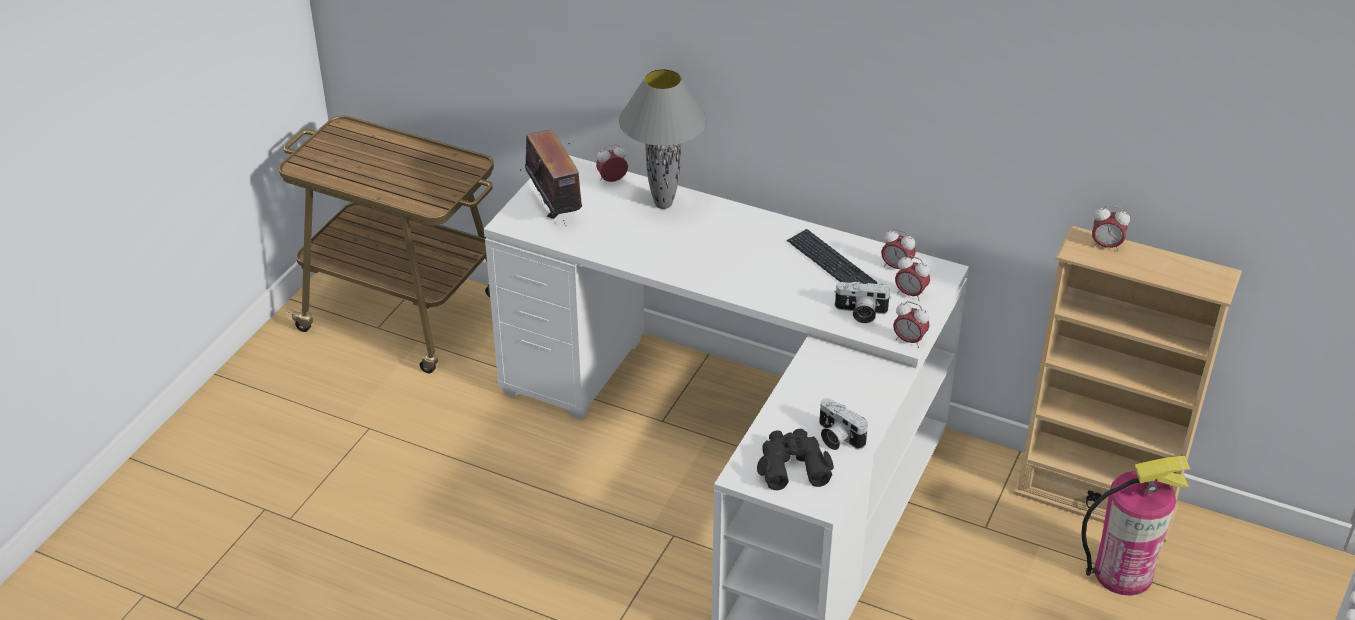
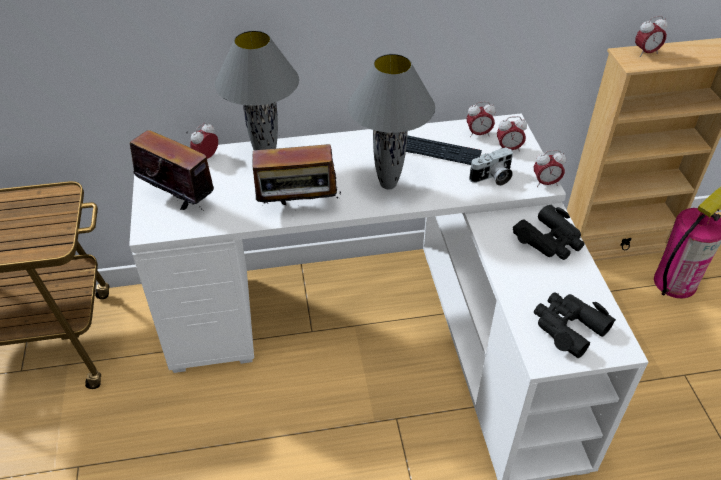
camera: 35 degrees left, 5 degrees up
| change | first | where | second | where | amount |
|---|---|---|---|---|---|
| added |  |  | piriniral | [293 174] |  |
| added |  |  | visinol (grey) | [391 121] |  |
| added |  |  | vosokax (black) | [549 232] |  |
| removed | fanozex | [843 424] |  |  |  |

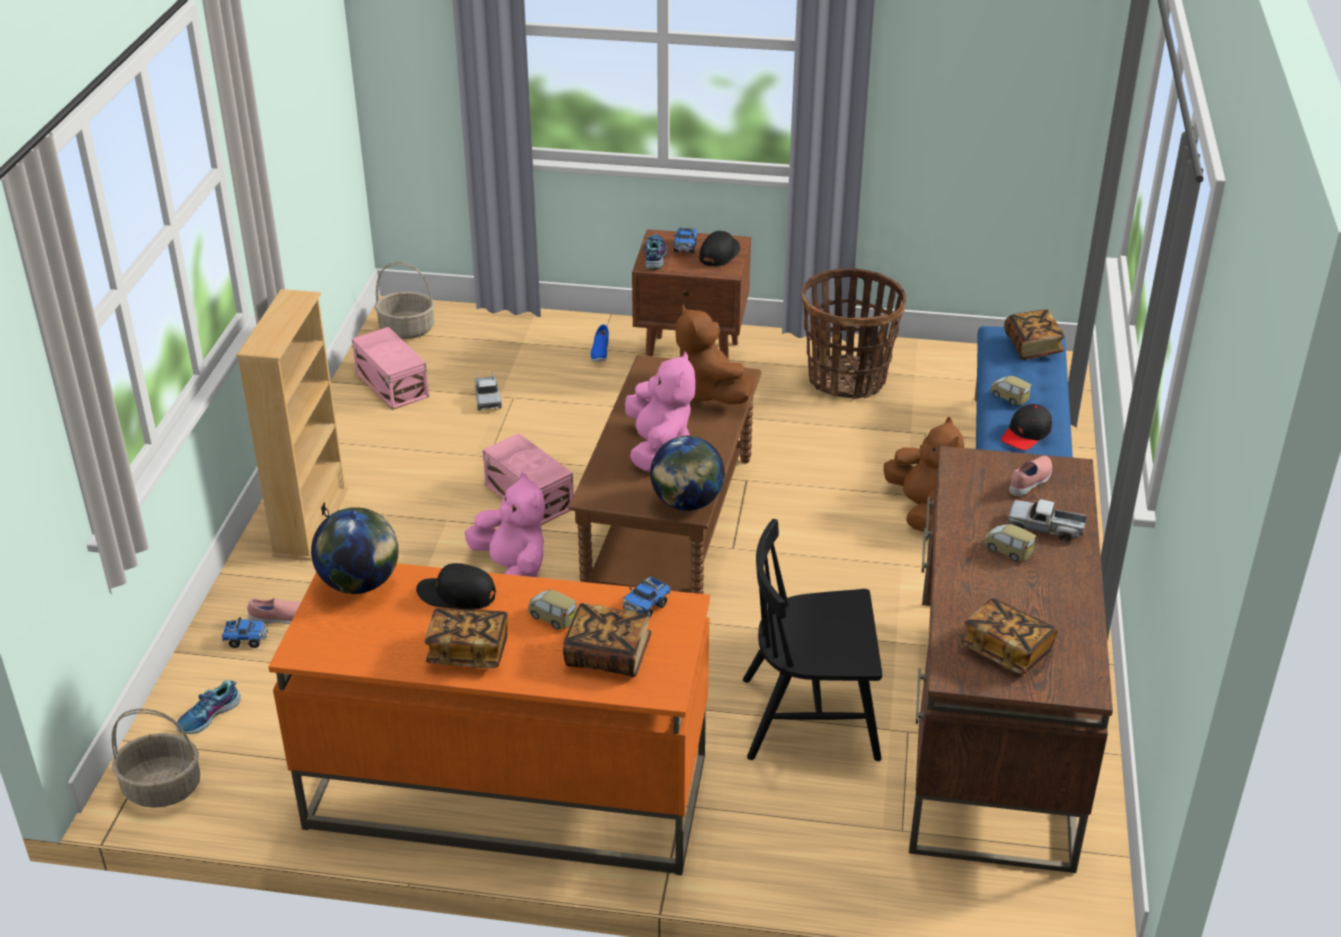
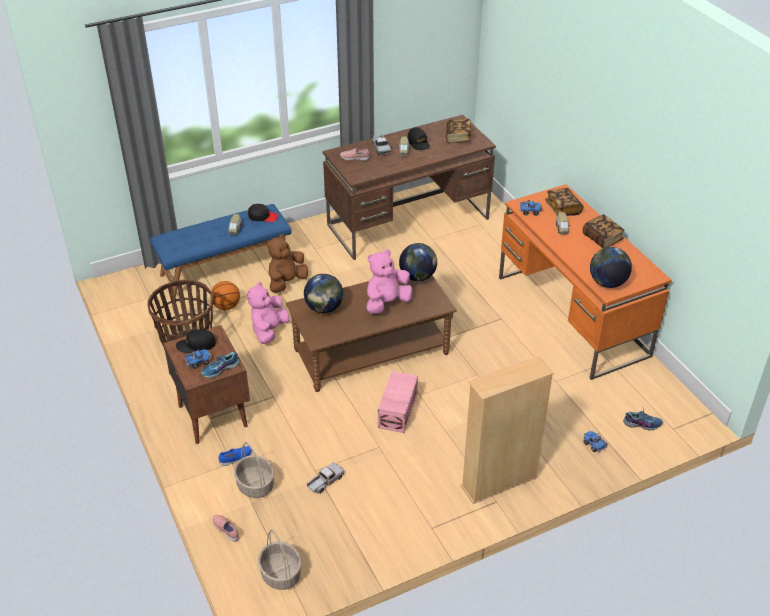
camera: 125 degrees left, 5 degrees up
| change | first | where | second | where | amount |
|---|---|---|---|---|---|
| added |  |  | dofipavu | [225 295] |  |
| moved | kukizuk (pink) | [274 611] |  | [226 528] |  |
| moved | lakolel | [156 758] |  | [254 470] |  |
| moved | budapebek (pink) | [504 524] |  | [268 313] |  |
| replaced | budapebek (brown) | [714 354] | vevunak | [323 293] |  |
| moved | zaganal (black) | [456 586] |  | [419 138] |  |
| removed | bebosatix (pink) | [390 368] |  |  |  |
| removed | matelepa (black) | [812 640] |  |  |  |
| removed | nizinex | [1034 334] |  |  |  |

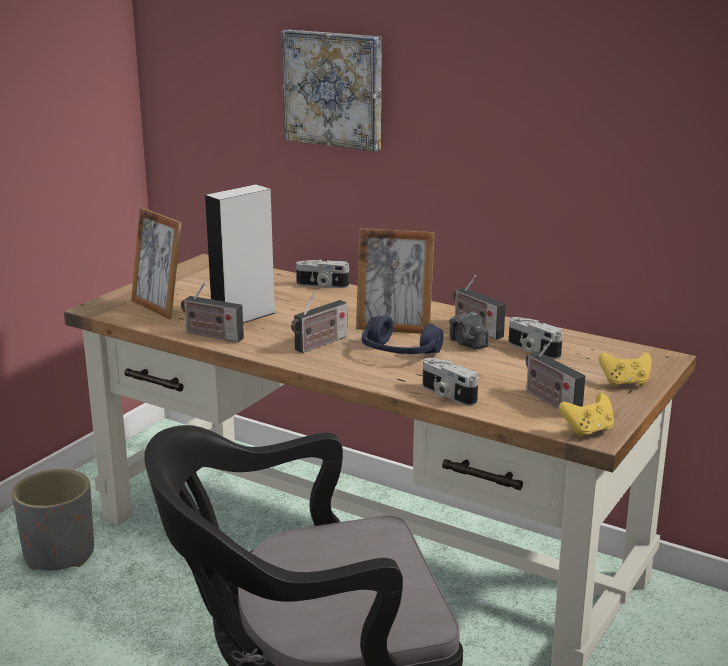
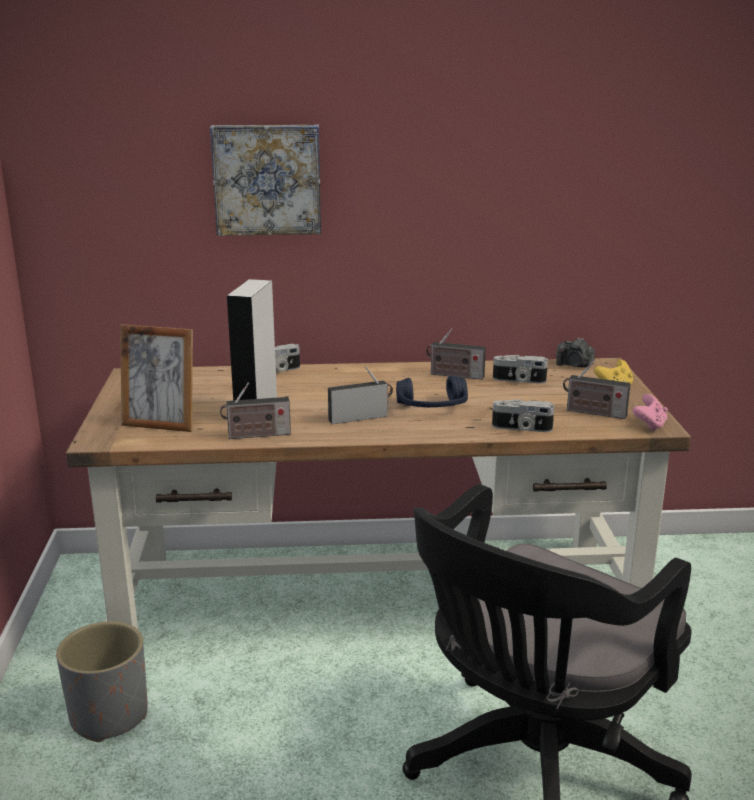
camera: 35 degrees left, 0 degrees up
| change | first | where | second | where | amount |
|---|---|---|---|---|---|
| turned | piriniral | [319 322] |  | [360 395] | 120 degrees counterclockwise |
| moved | fanozex | [469 330] |  | [575 352] |  |
| recoloured | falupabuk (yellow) | [586 415] | falupabuk (pink) | [650 412] |  |
| removed | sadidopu | [395 281] |  |  |  |

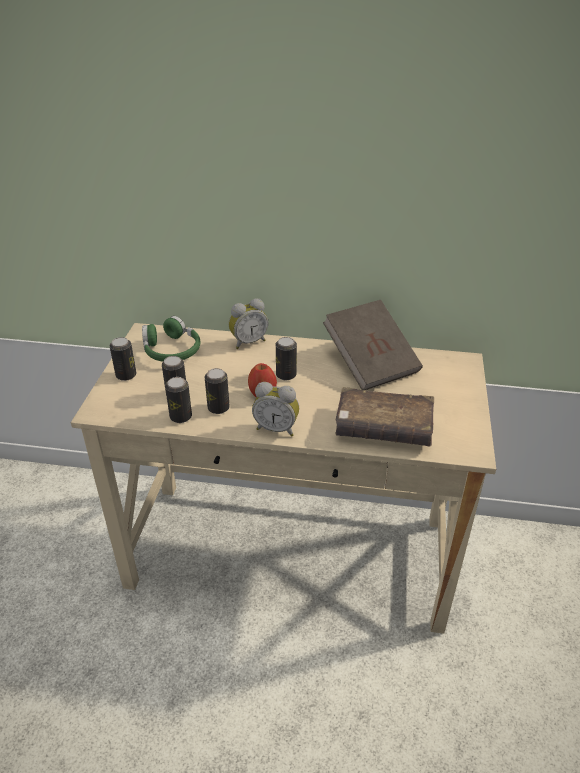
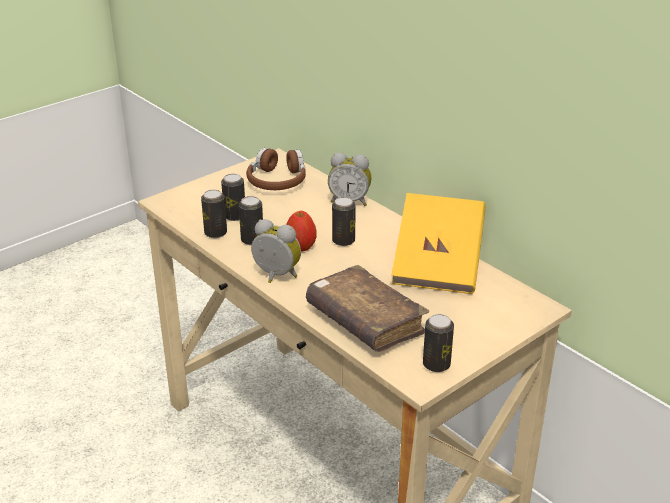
camera: 40 degrees right, 5 degrees down
| change | first | where | second | where | amount |
|---|---|---|---|---|---|
| recoloured | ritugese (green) | [171 339] | ritugese (brown) | [276 168] |  |
| turned | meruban | [275 409] |  | [276 251] | 150 degrees clockwise |
| recoloured | nizinex (brown) | [373 345] | nizinex (yellow) | [438 243] |  |
| moved | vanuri | [123 359] |  | [438 343] |  |

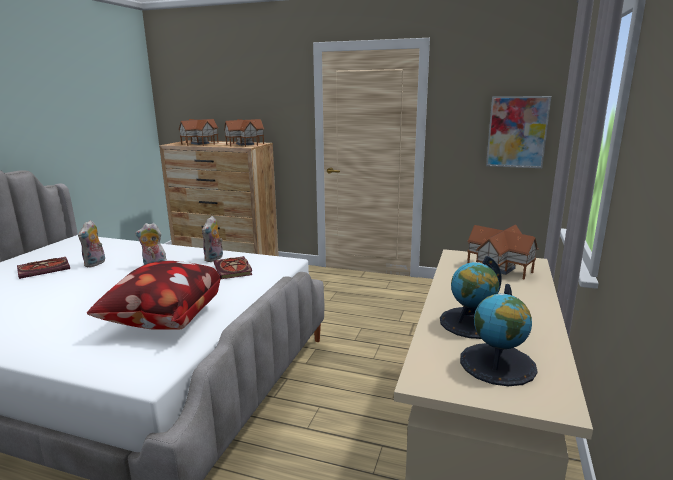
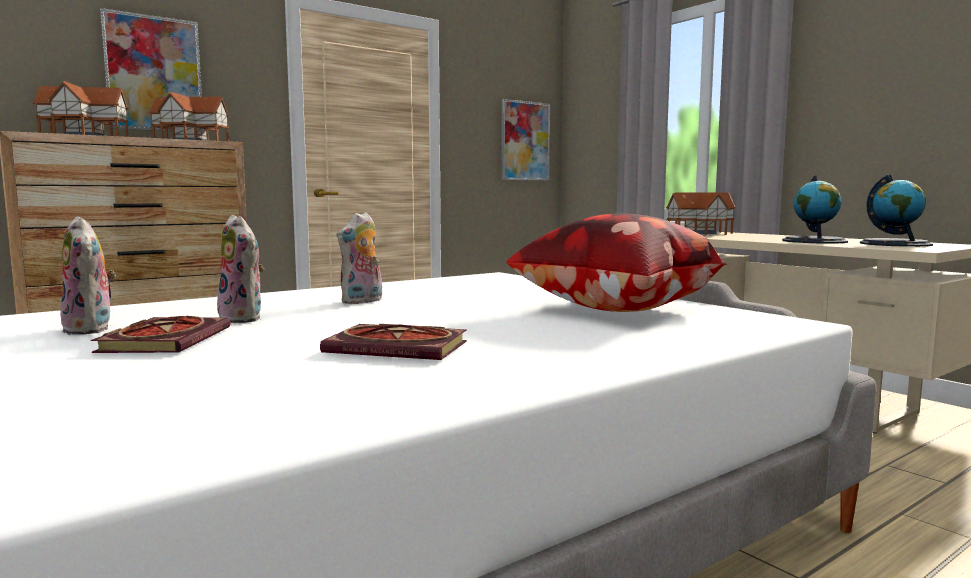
camera: 55 degrees left, 10 degrees down
| change | first | where | second | where | amount |
|---|---|---|---|---|---|
| moved | budapebek | [212 239] |  | [88 275] |  |
| added |  |  | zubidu | [151 70] |  |
| moved | nizinex | [233 267] |  | [393 342] |  |

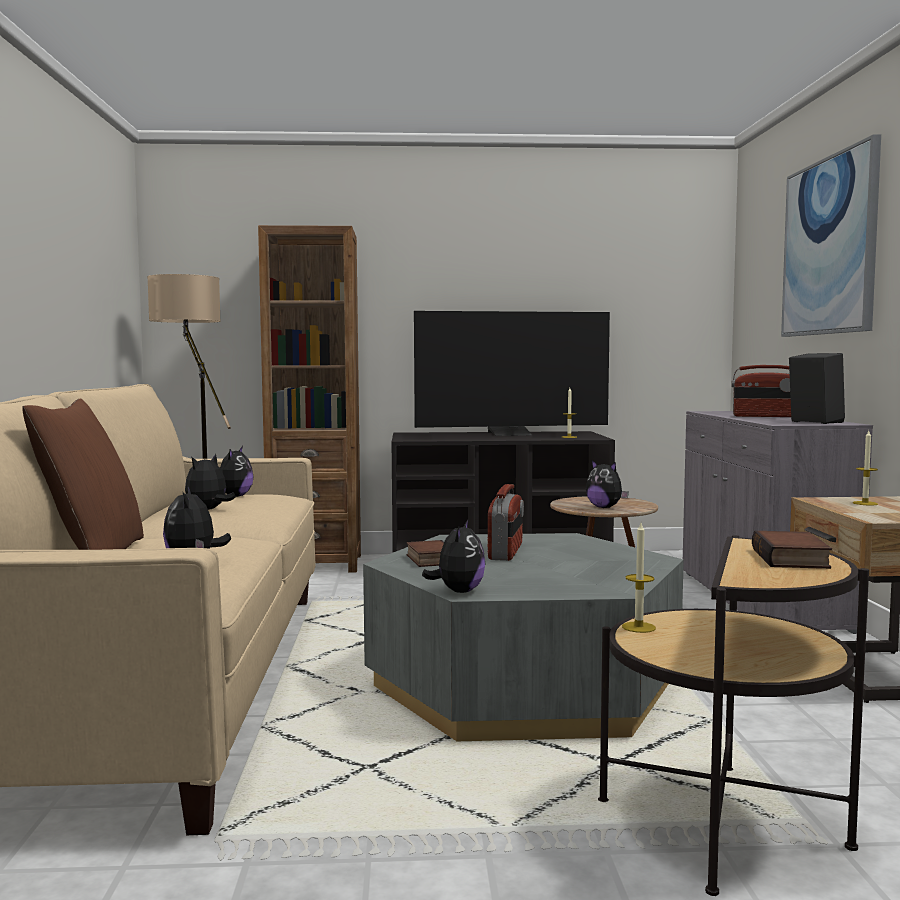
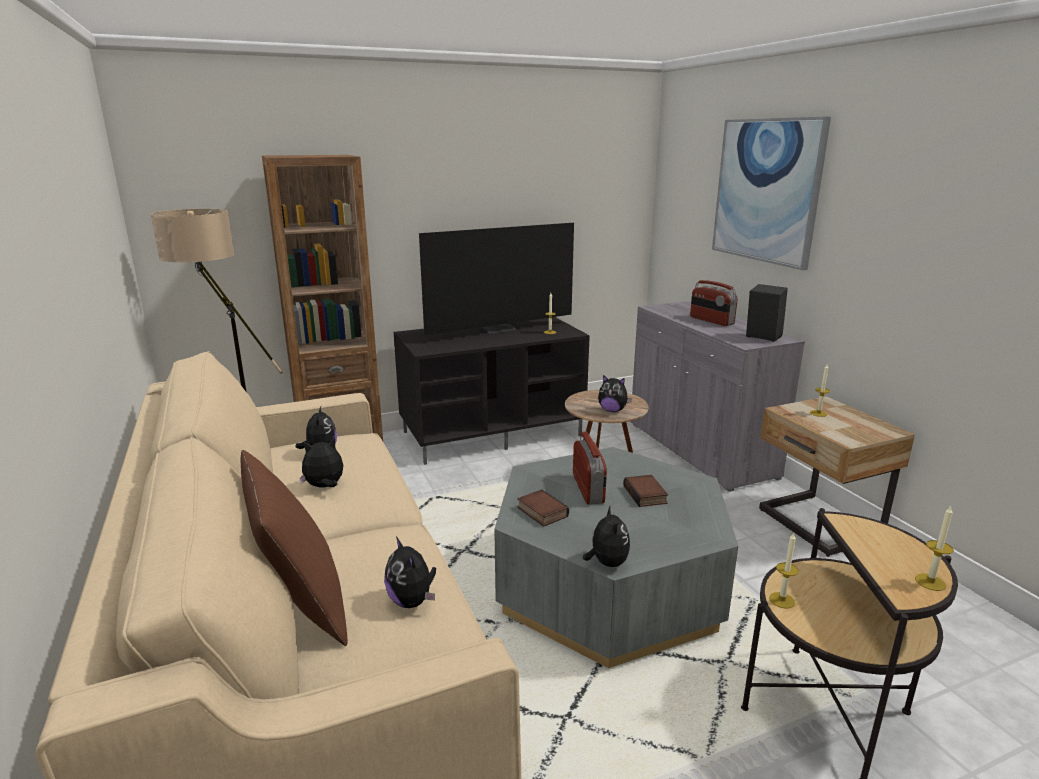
camera: 20 degrees left, 15 degrees up
| change | first | where | second | where | amount |
|---|---|---|---|---|---|
| turned | budapebek | [210 482] |  | [321 463] | 60 degrees clockwise |
| moved | nizinex | [792 550] |  | [645 491] |  |
| turned | piriniral | [761 391] |  | [714 303] | 60 degrees clockwise |
| added |  |  | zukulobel | [934 548] |  |

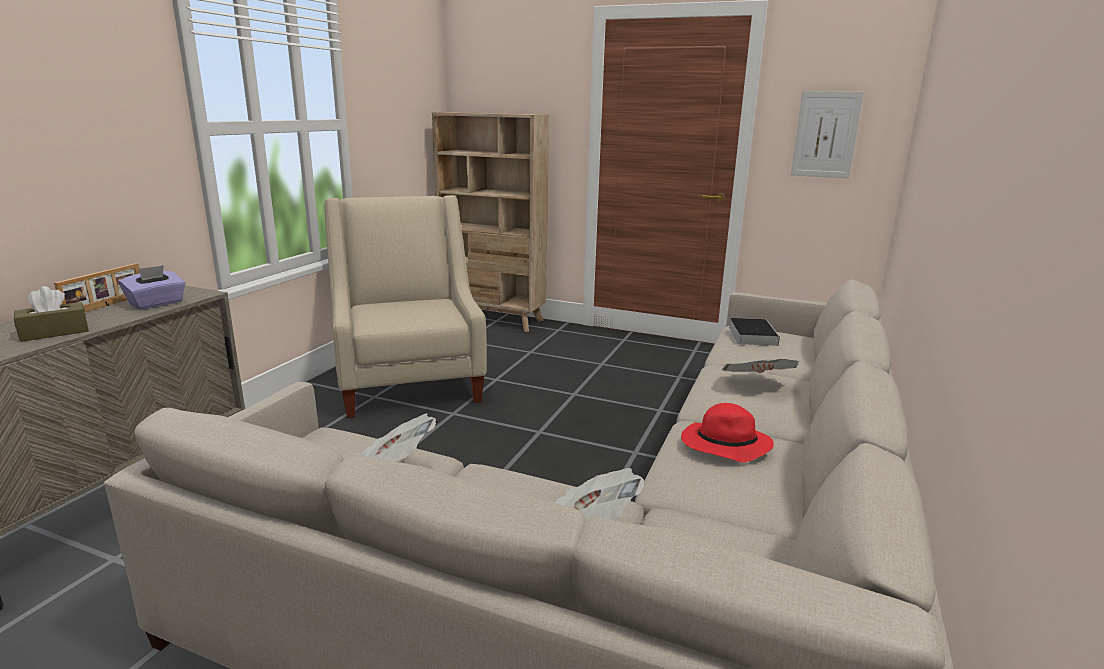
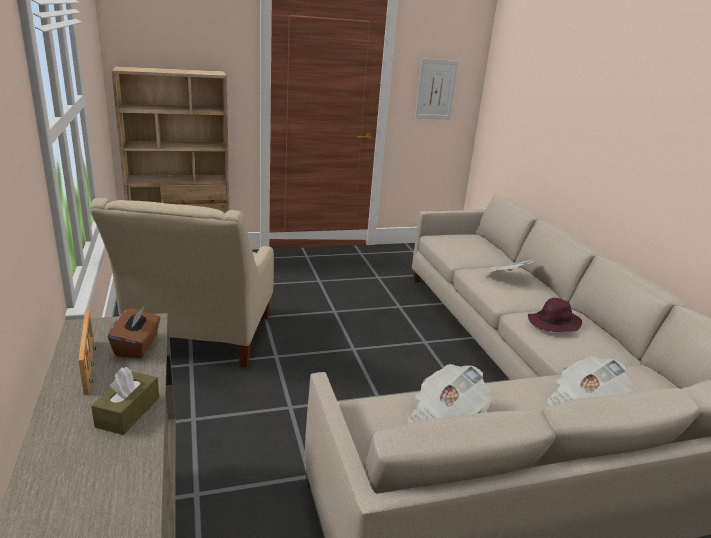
camera: 40 degrees left, 5 degrees up
| change | first | where | second | where | amount |
|---|---|---|---|---|---|
| turned | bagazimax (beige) | [405 306] |  | [182 283] | 120 degrees counterclockwise |
| recoloured | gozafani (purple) | [152 287] | gozafani (brown) | [134 332] |  |
| recoloured | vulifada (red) | [727 433] | vulifada (purple) | [555 315] |  |
| removed | nizinex | [754 332] |  |  |  |

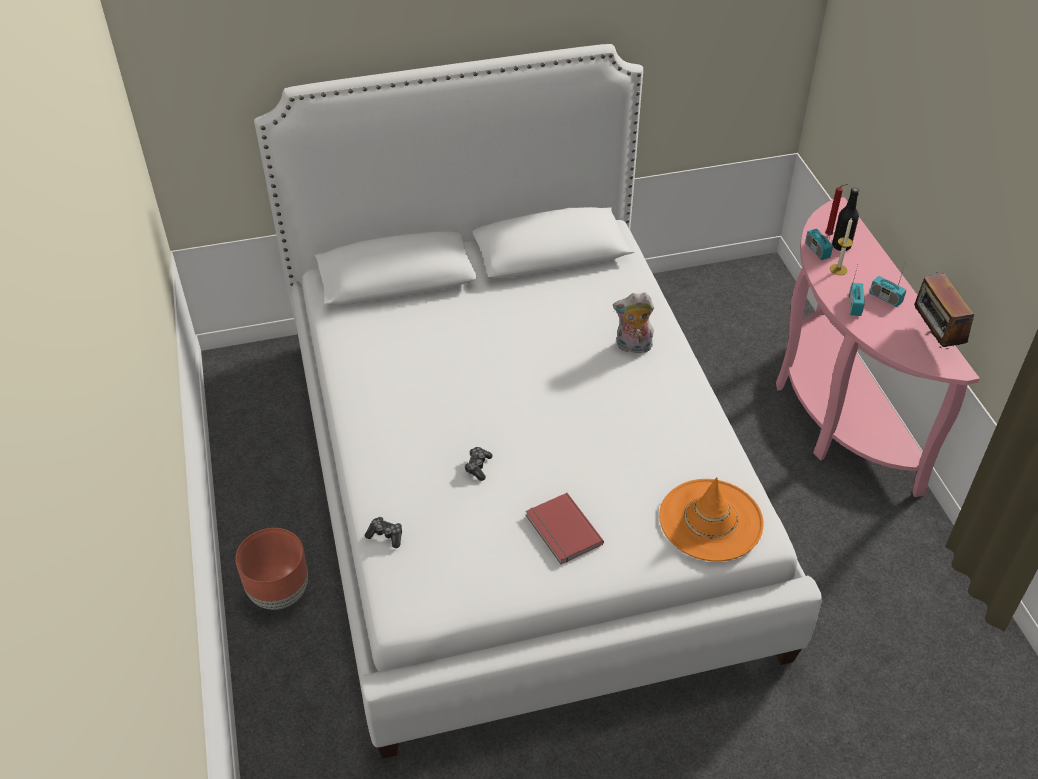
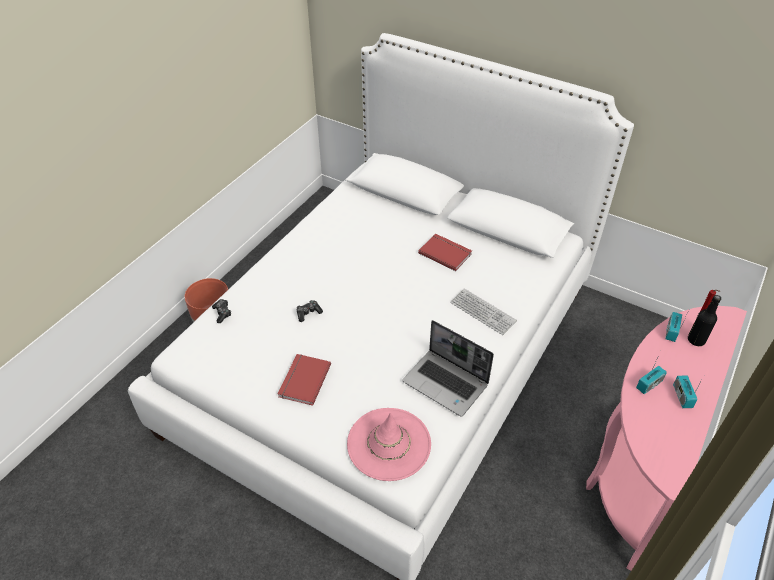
camera: 45 degrees right, 0 degrees up
| change | first | where | second | where | amount |
|---|---|---|---|---|---|
| recoloured | vulifada (orange) | [711 519] | vulifada (pink) | [389 444] |  |
| added |  |  | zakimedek | [448 368] |  |
| added |  |  | nizinex (red) | [445 252] |  |
| replaced | budapebek | [634 324] | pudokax | [483 311] |  |
| removed | zukulobel | [841 246] |  |  |  |
| removed | piriniral | [944 311] |  |  |  |

